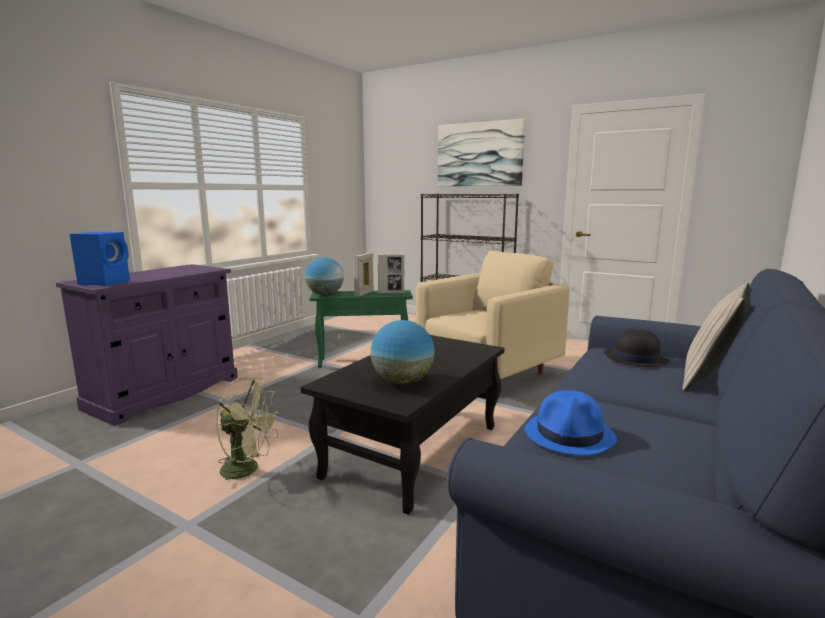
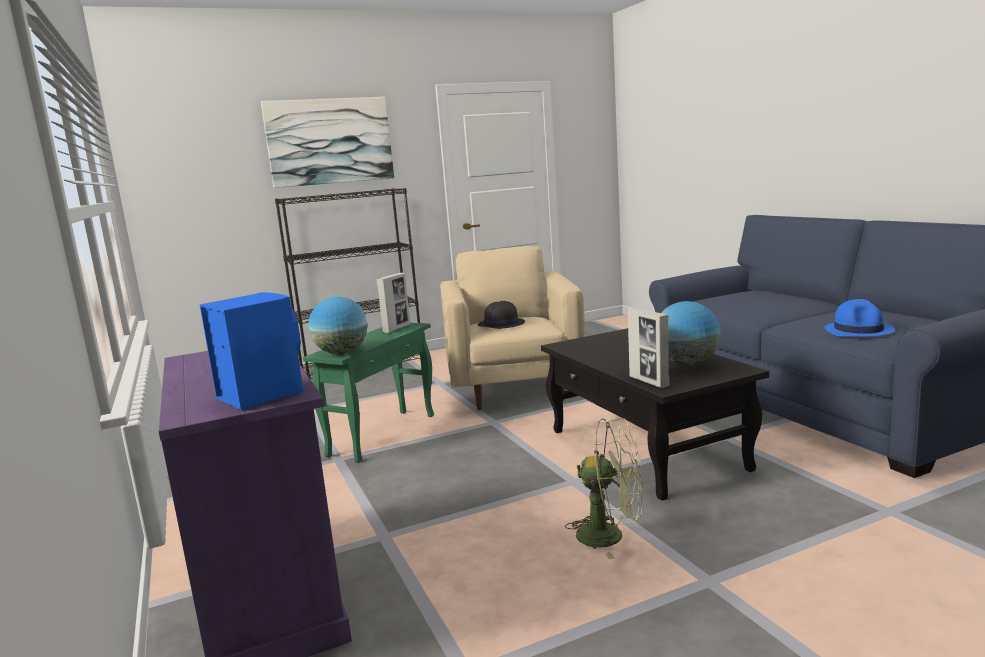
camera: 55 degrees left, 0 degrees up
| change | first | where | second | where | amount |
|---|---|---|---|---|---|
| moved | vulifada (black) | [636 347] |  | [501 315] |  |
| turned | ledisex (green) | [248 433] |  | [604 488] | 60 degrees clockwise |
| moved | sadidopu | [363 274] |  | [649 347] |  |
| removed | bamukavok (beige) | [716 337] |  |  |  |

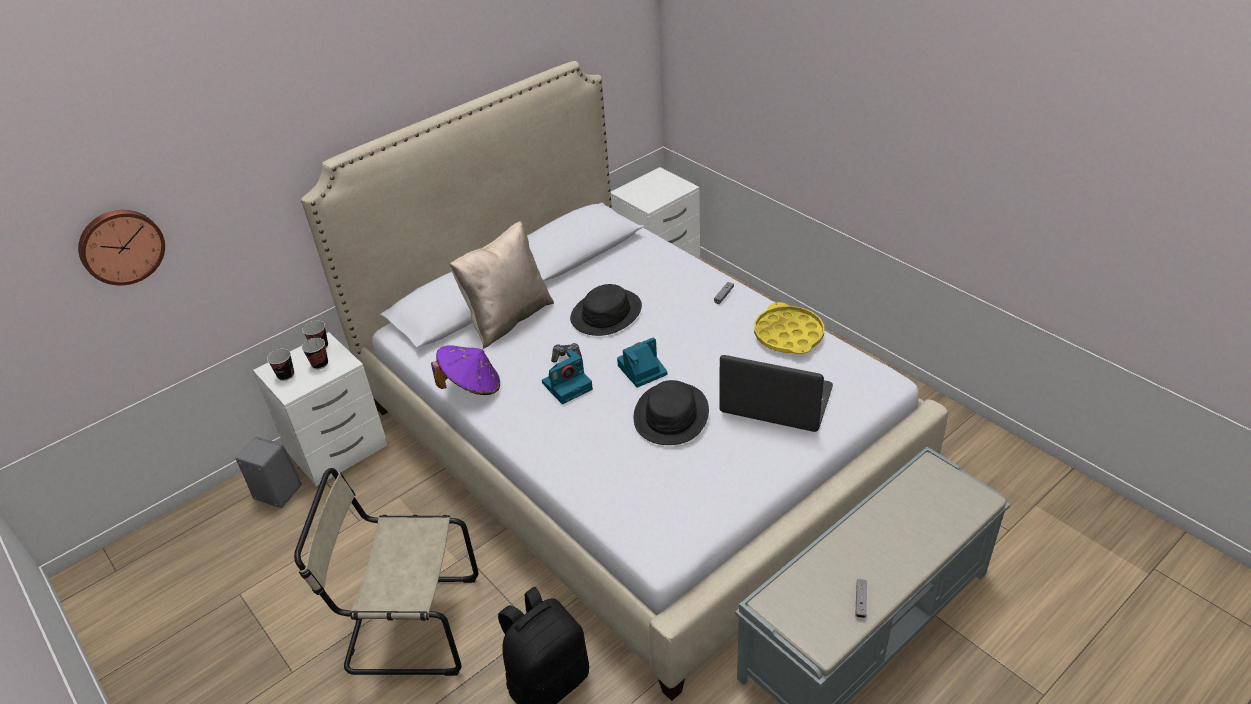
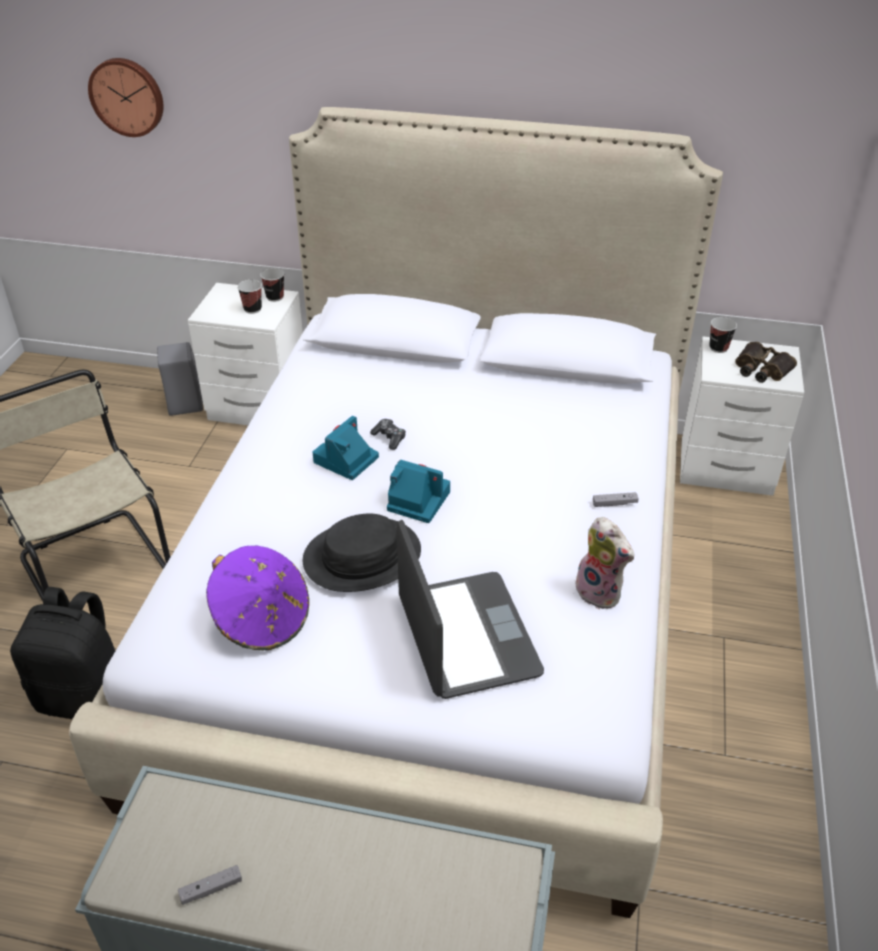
camera: 50 degrees right, 0 degrees up
| change | first | where | second | where | amount |
|---|---|---|---|---|---|
| moved | vulifada (purple) | [465 370] |  | [257 598] |  |
| turned | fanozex | [567 376] |  | [346 448] | 105 degrees clockwise |
| replaced | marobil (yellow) | [789 328] | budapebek | [603 563] |  |
| moved | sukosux | [280 365] |  | [723 335] |  |
| added |  |  | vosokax | [766 362] |  |
| removed | bamukavok (beige) | [502 285] |  |  |  |
| removed | vulifada (black) | [606 310] |  |  |  |

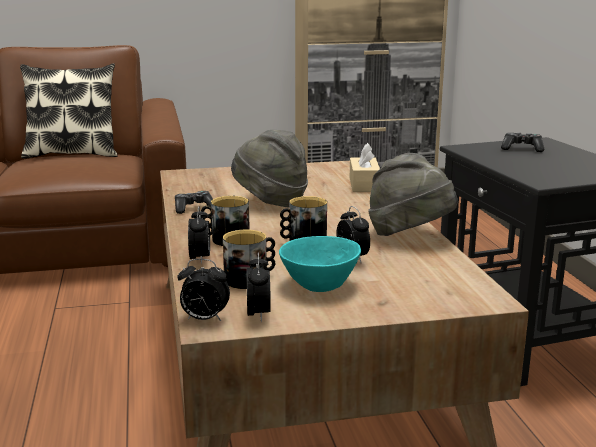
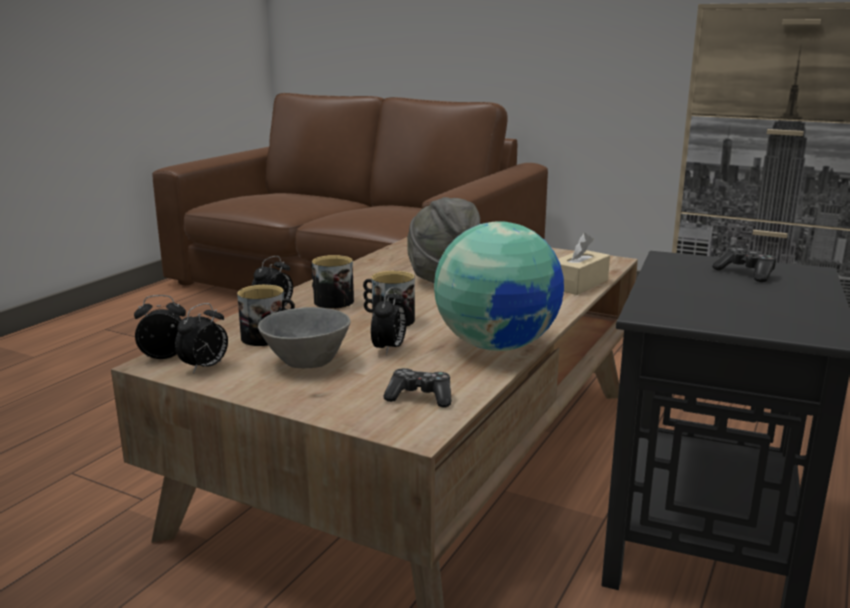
camera: 40 degrees right, 0 degrees up
| change | first | where | second | where | amount |
|---|---|---|---|---|---|
| turned | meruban | [204 290] |  | [160 327] | 120 degrees clockwise |
| recoloured | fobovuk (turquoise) | [320 264] | fobovuk (grey) | [304 337] |  |
| moved | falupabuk | [194 202] |  | [417 387] |  |
| replaced | vulifada (grey) | [413 194] | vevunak | [499 286] |  |
| removed | bamukavok | [68 111] |  |  |  |

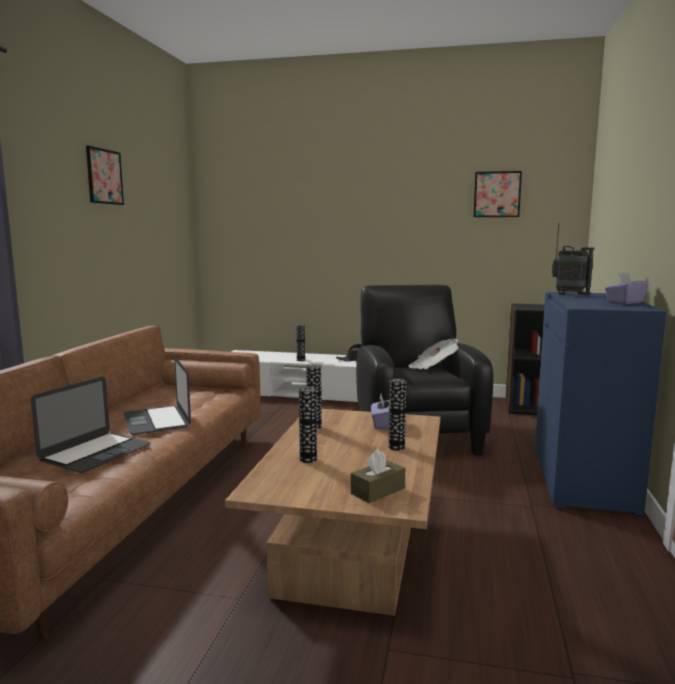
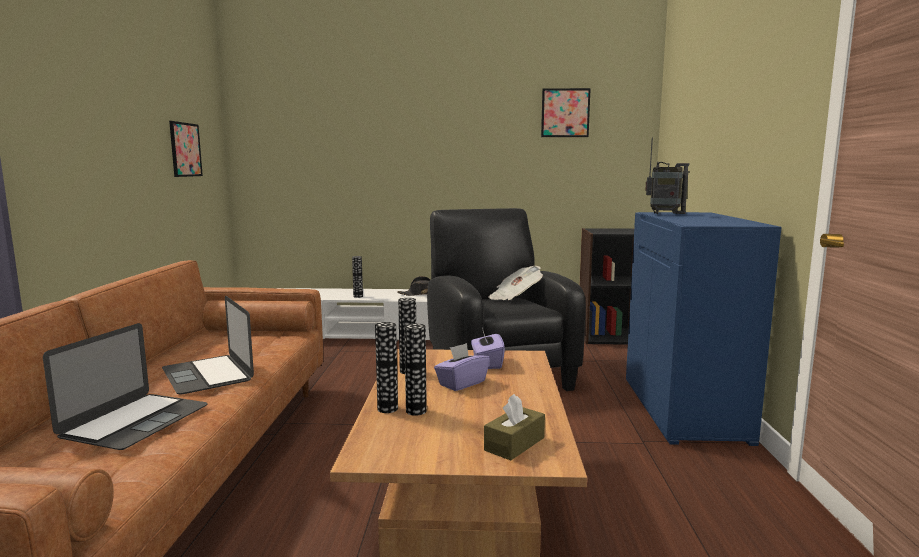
camera: 10 degrees left, 0 degrees up
| change | first | where | second | where | amount |
|---|---|---|---|---|---|
| moved | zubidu | [105 175] |  | [186 149] |  |
| moved | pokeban | [397 415] |  | [386 367] |  |
| moved | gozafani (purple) | [626 289] |  | [462 367] |  |

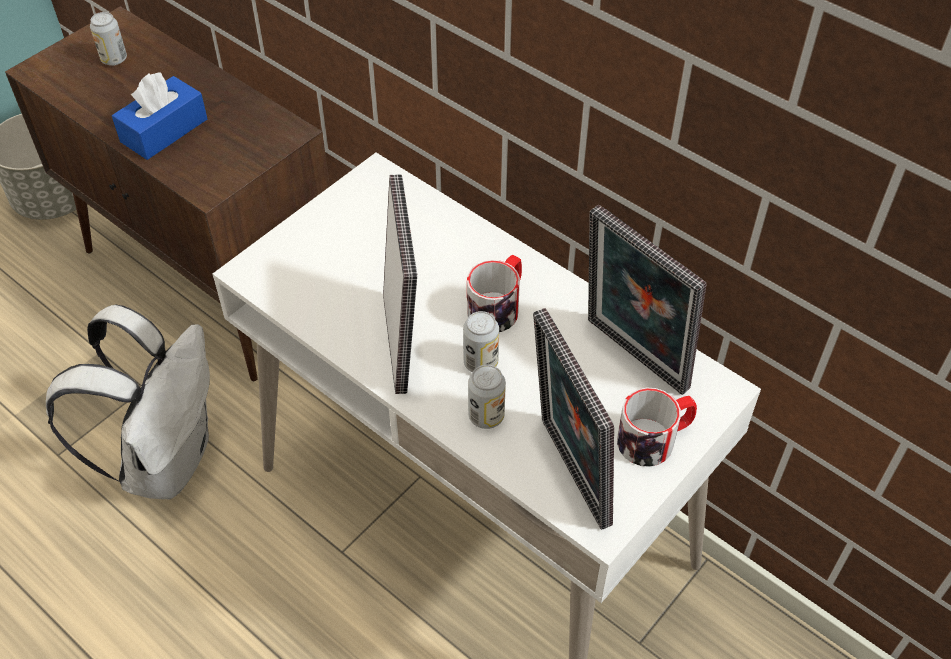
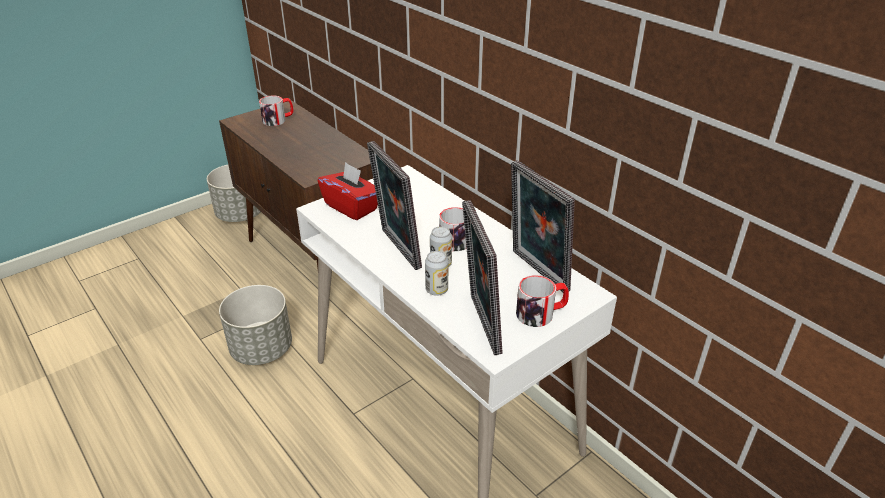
camera: 10 degrees right, 15 degrees down
| change | first | where | second | where | amount |
|---|---|---|---|---|---|
| replaced | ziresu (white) | [128 401] | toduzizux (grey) | [255 325] |  |
| replaced | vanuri | [108 39] | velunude | [276 111] |  |
| added |  |  | gozafani (red) | [348 191] |  |
| turned | sadidopu | [400 284] |  | [394 205] | 150 degrees clockwise |
| removed | gozafani (blue) | [159 116] |  |  |  |

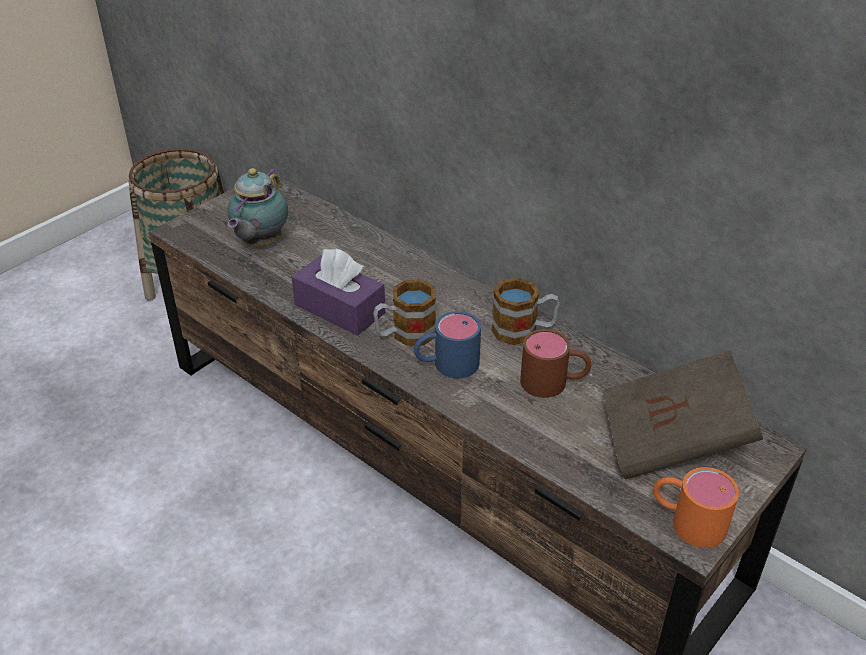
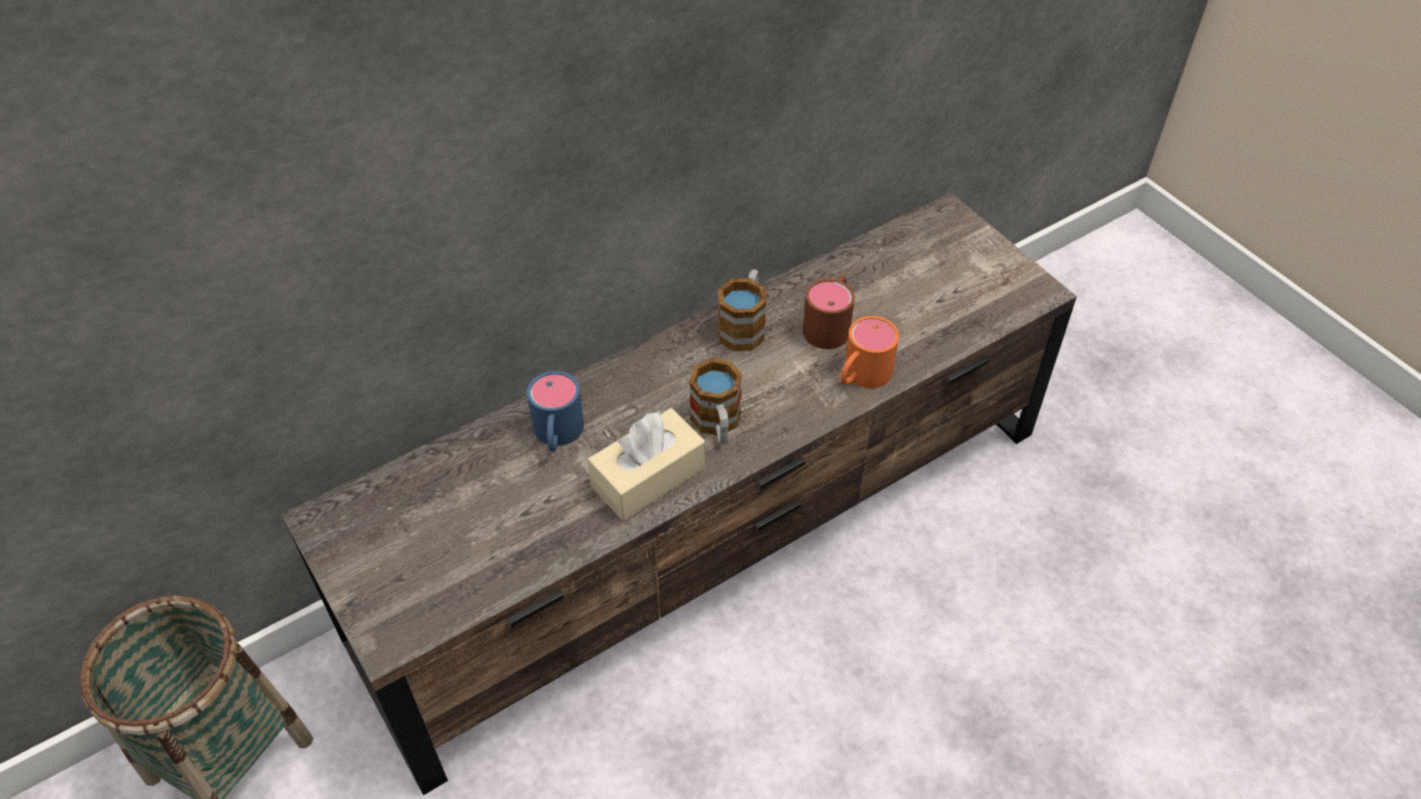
camera: 75 degrees left, 10 degrees up
| change | first | where | second | where | amount |
|---|---|---|---|---|---|
| moved | velunude (blue) | [447 344] |  | [555 411] |  |
| recoloured | gozafani (purple) | [338 292] | gozafani (beige) | [646 464] |  |
| moved | velunude (orange) | [696 507] |  | [869 352] |  |
| removed | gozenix | [257 207] |  |  |  |
| removed | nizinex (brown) | [682 414] |  |  |  |

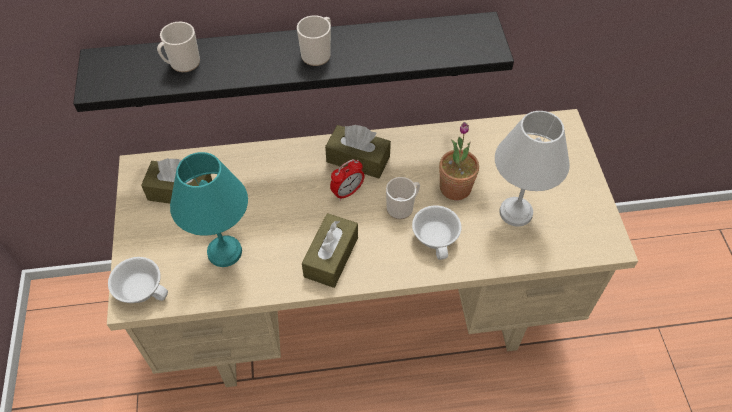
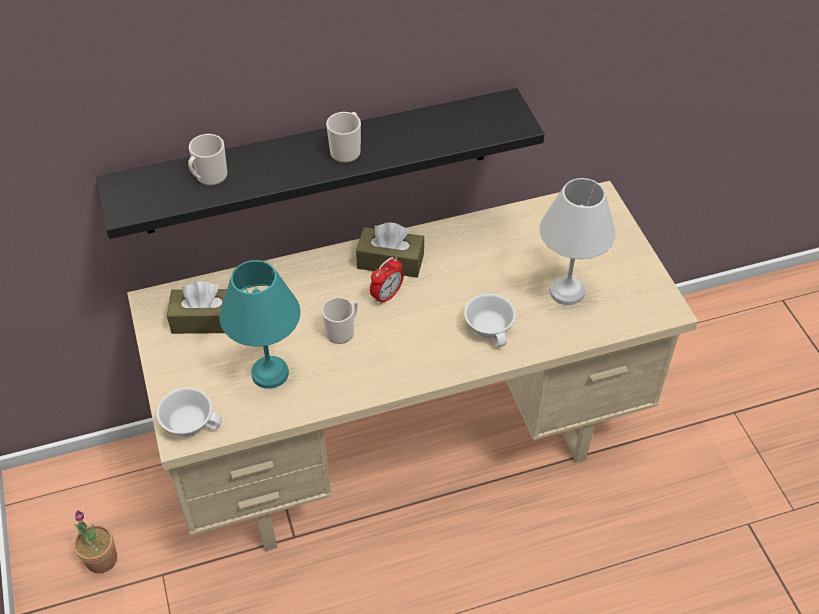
camera: 10 degrees left, 5 degrees down
| change | first | where | second | where | amount |
|---|---|---|---|---|---|
| moved | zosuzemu | [459 161] |  | [95 541] |  |
| moved | velunude | [403 198] |  | [340 320] |  |
| removed | gozafani (brown) | [330 250] |  |  |  |

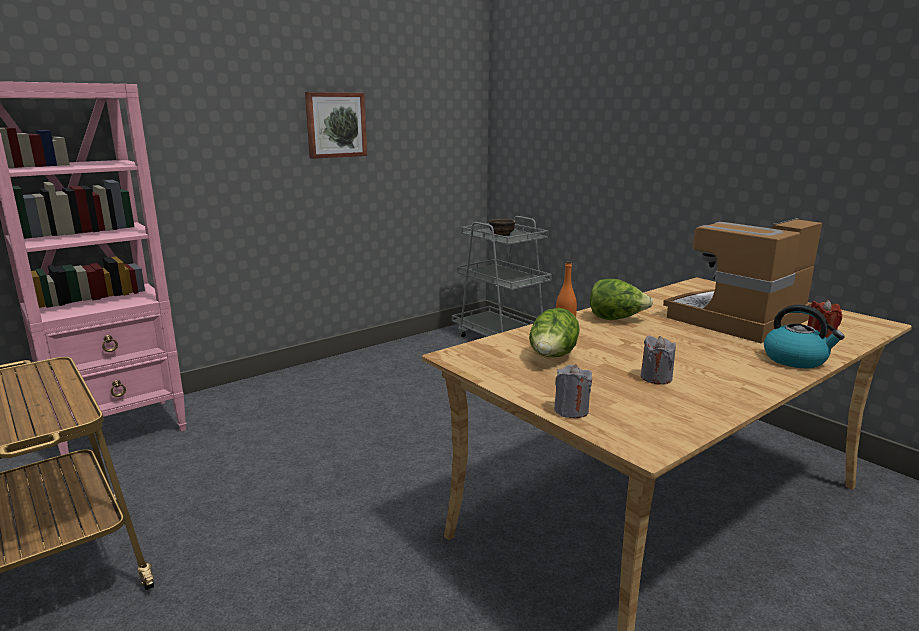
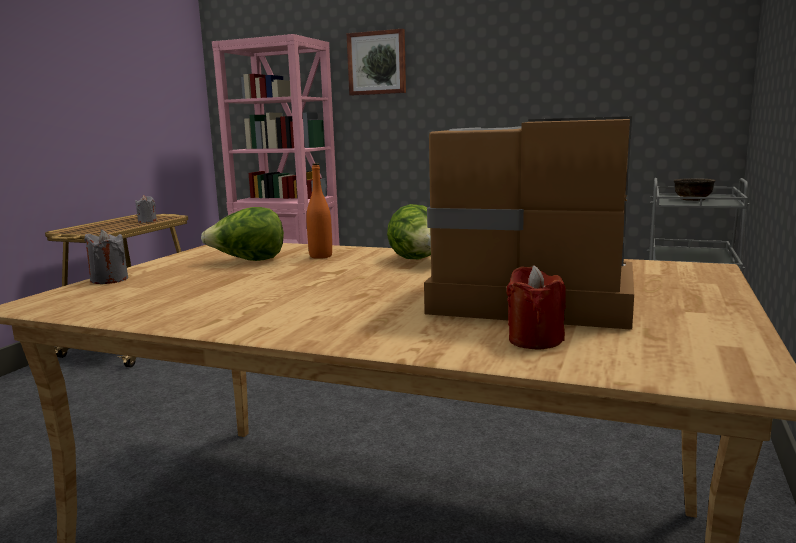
camera: 60 degrees right, 5 degrees down
| change | first | where | second | where | amount |
|---|---|---|---|---|---|
| moved | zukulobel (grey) | [658 360] |  | [146 209] |  |
| moved | zubidu | [336 125] |  | [376 62] |  |
| removed | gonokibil | [804 336] |  |  |  |

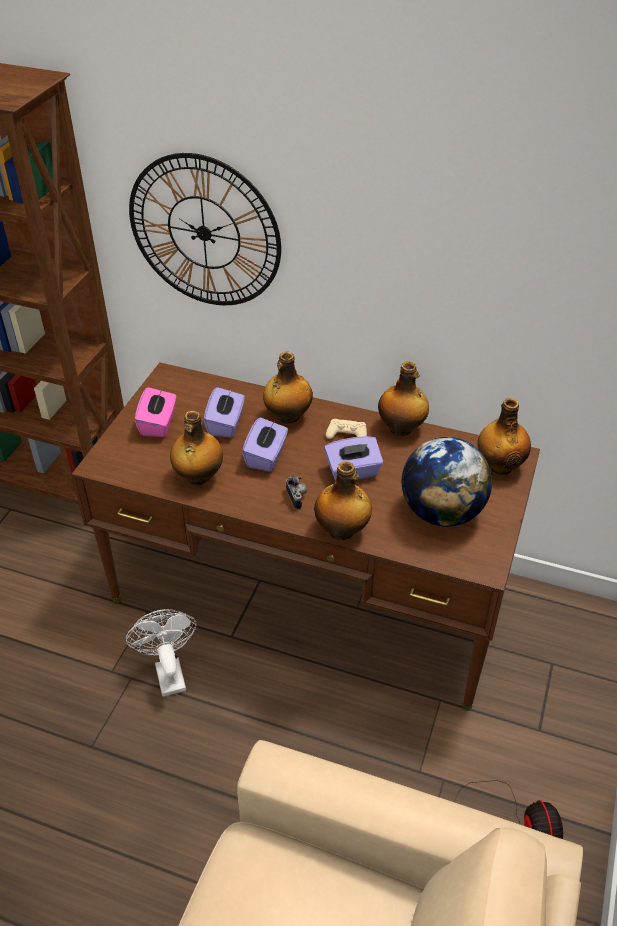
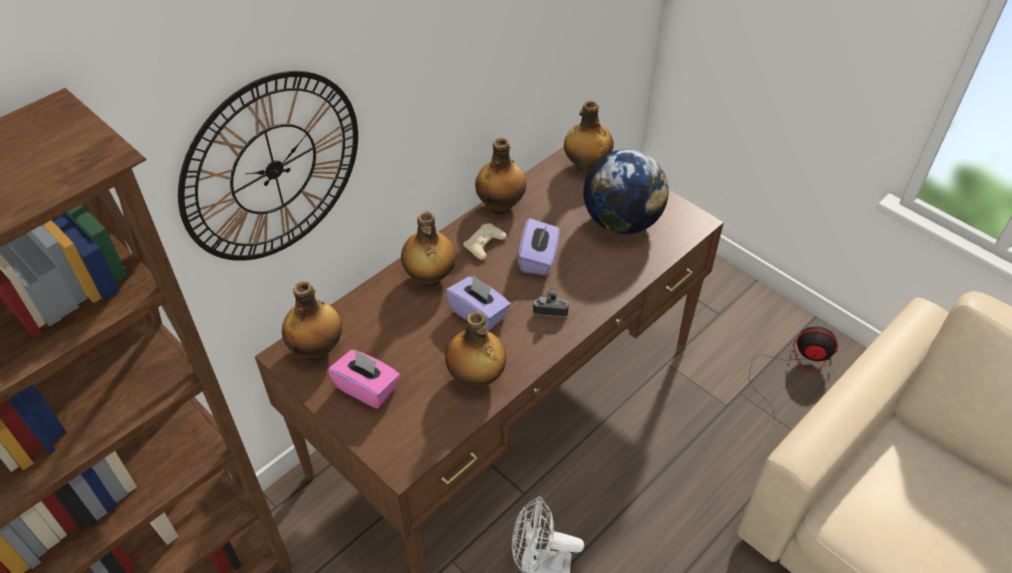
camera: 65 degrees left, 5 degrees up
| change | first | where | second | where | amount |
|---|---|---|---|---|---|
| moved | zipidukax | [343 500] |  | [312 321] |  |
| removed | gozafani (purple) | [224 412] |  |  |  |

